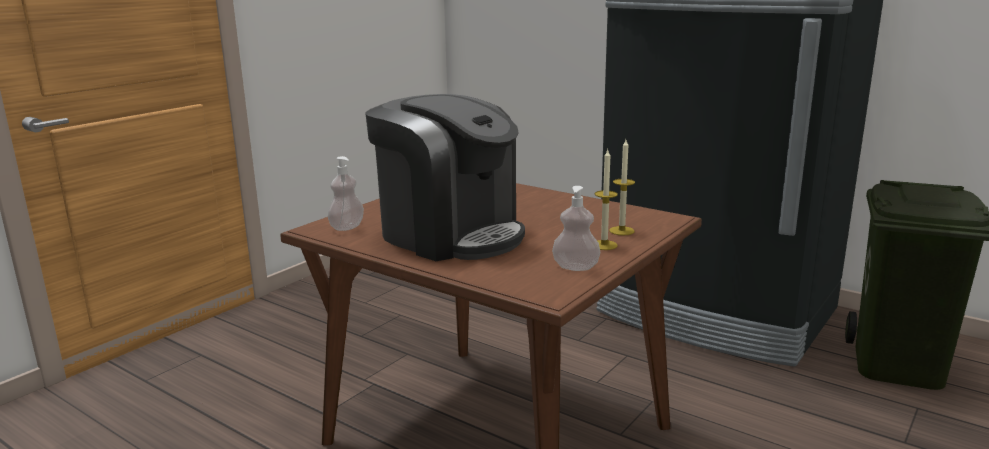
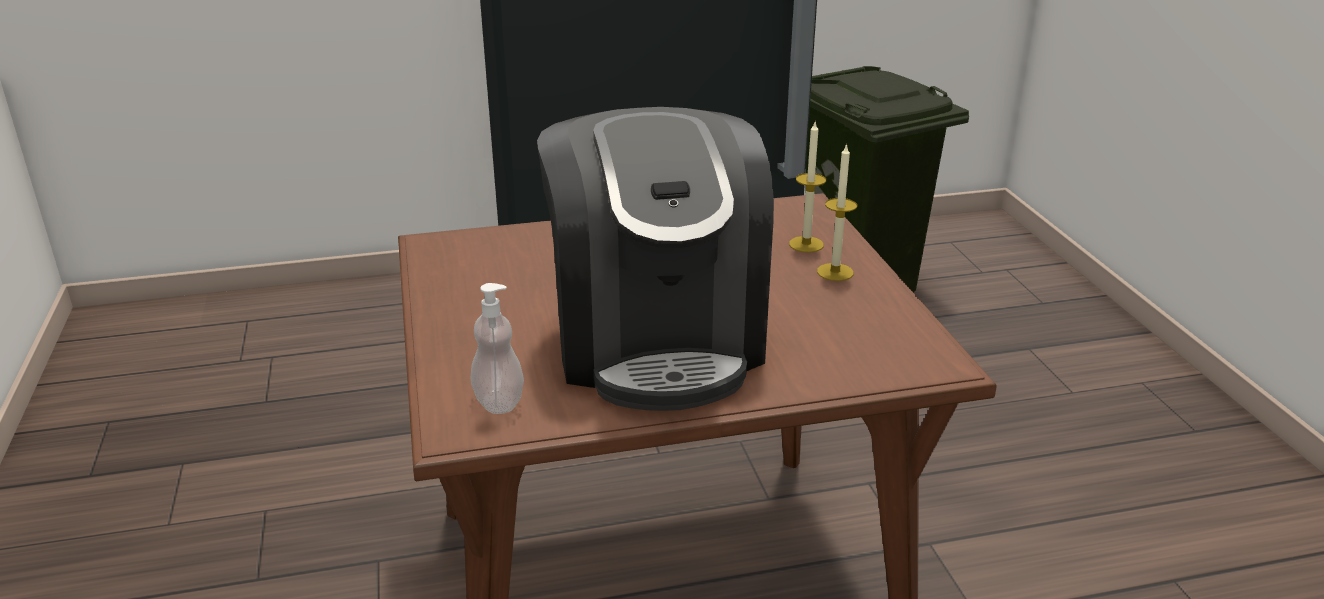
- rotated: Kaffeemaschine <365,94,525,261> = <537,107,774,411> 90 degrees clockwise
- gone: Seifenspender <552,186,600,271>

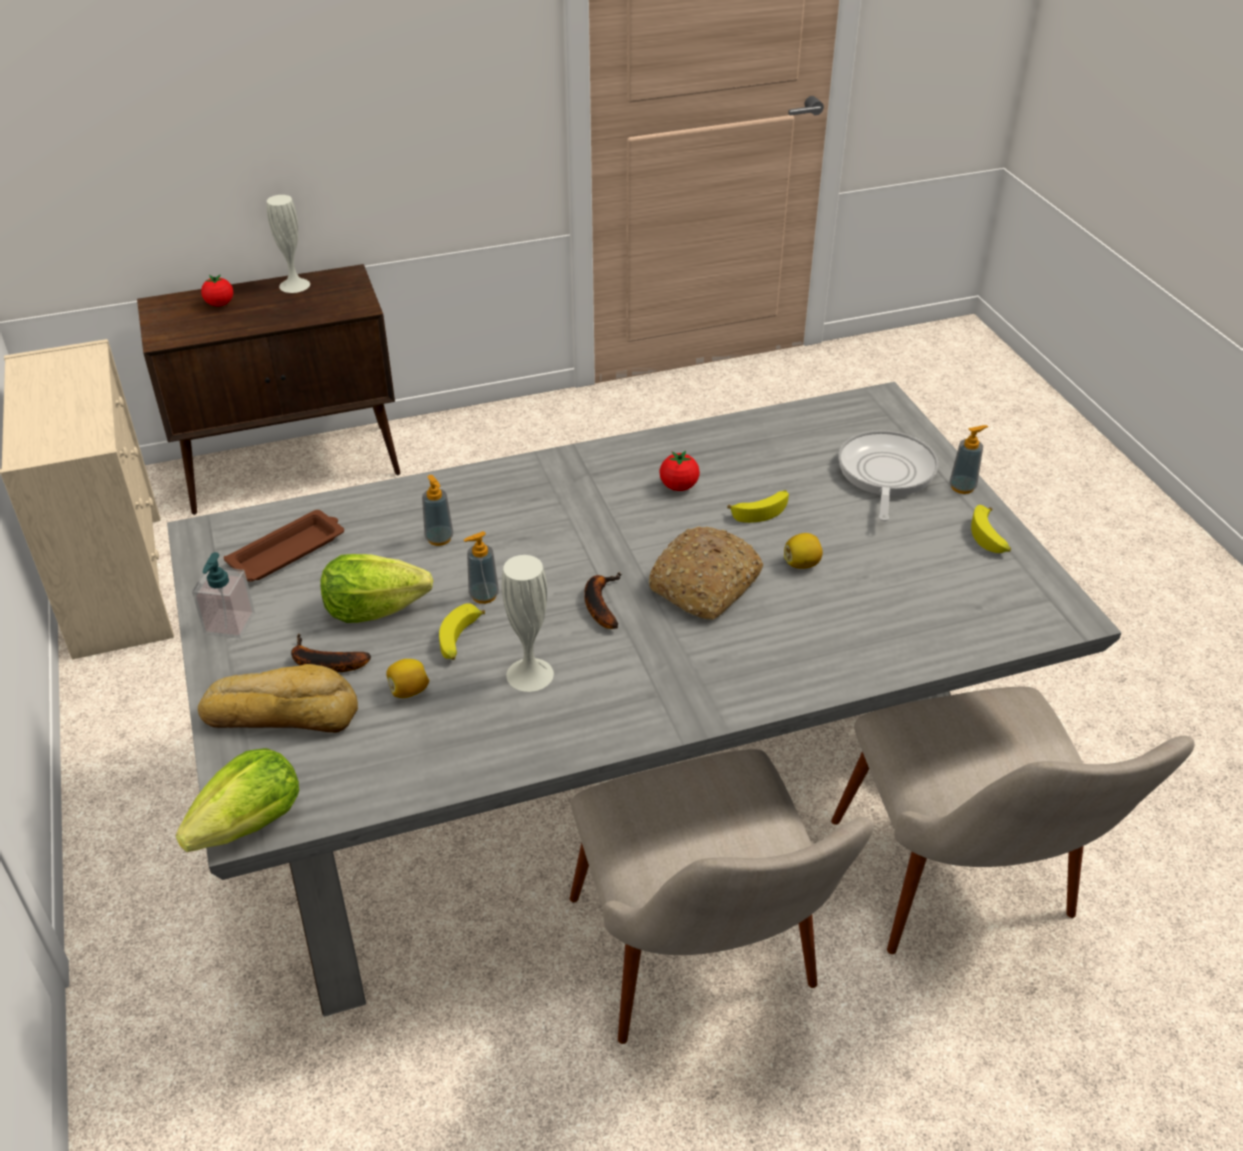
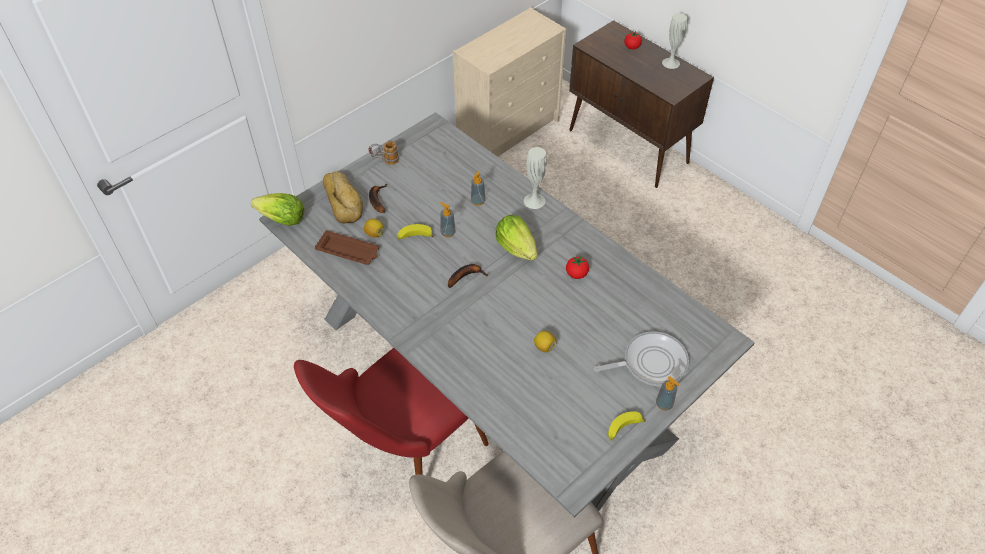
- swapped: Seifenspender <192,552,255,639> to Henkelbecher <368,141,399,165>
- shifted: Tablett [braun] <224,510,344,582> to <315,230,379,265>
- shifted: Salatkopf <321,554,433,623> to <496,215,538,261>
- shifted: Vase [weiß] <502,555,554,692> to <524,147,547,209>
- repainted: Stuhl [beige] <570,749,874,1044> to Stuhl [rot] <294,348,489,475>
- gone: Brot <649,526,763,620>
- gone: Banane <727,490,789,523>

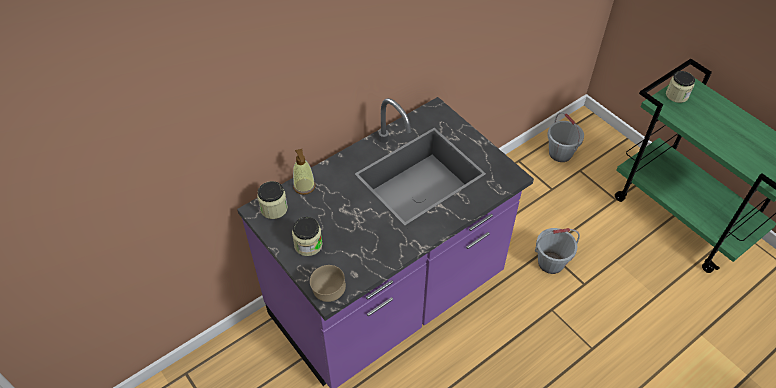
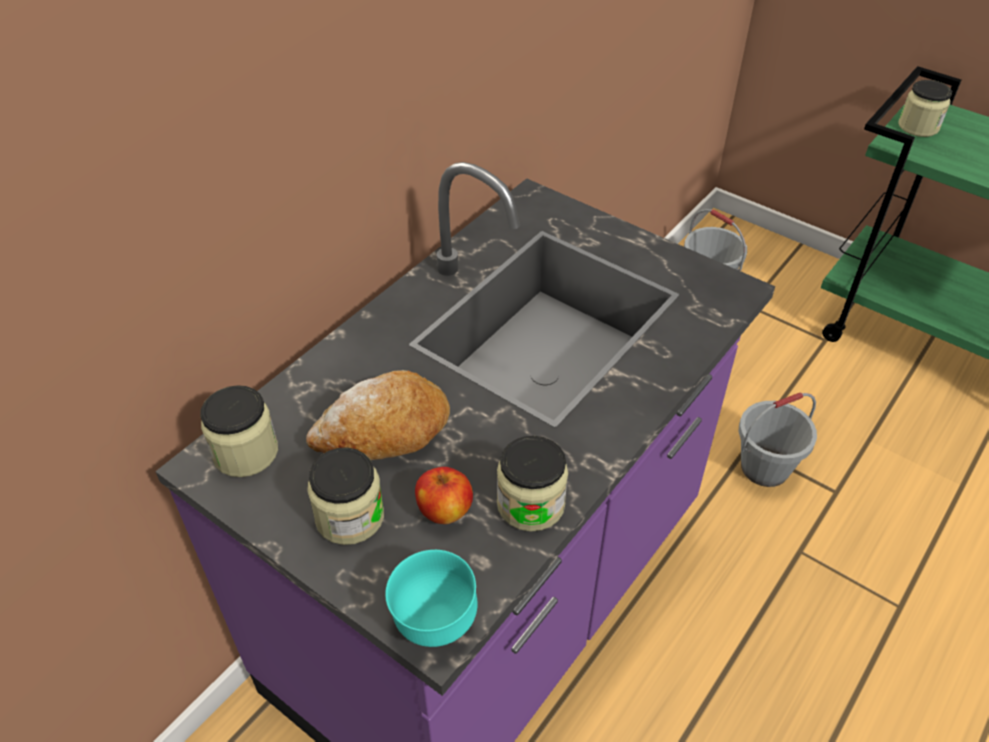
- gone: Seifenspender <293,149,315,195>
- repainted: Schüssel [braun] <310,265,346,302> to Schüssel [türkis] <385,550,478,647>
- new: Brot <306,370,450,460>
- new: Apfel <415,467,473,524>
- new: Vorratsglas <497,436,568,532>

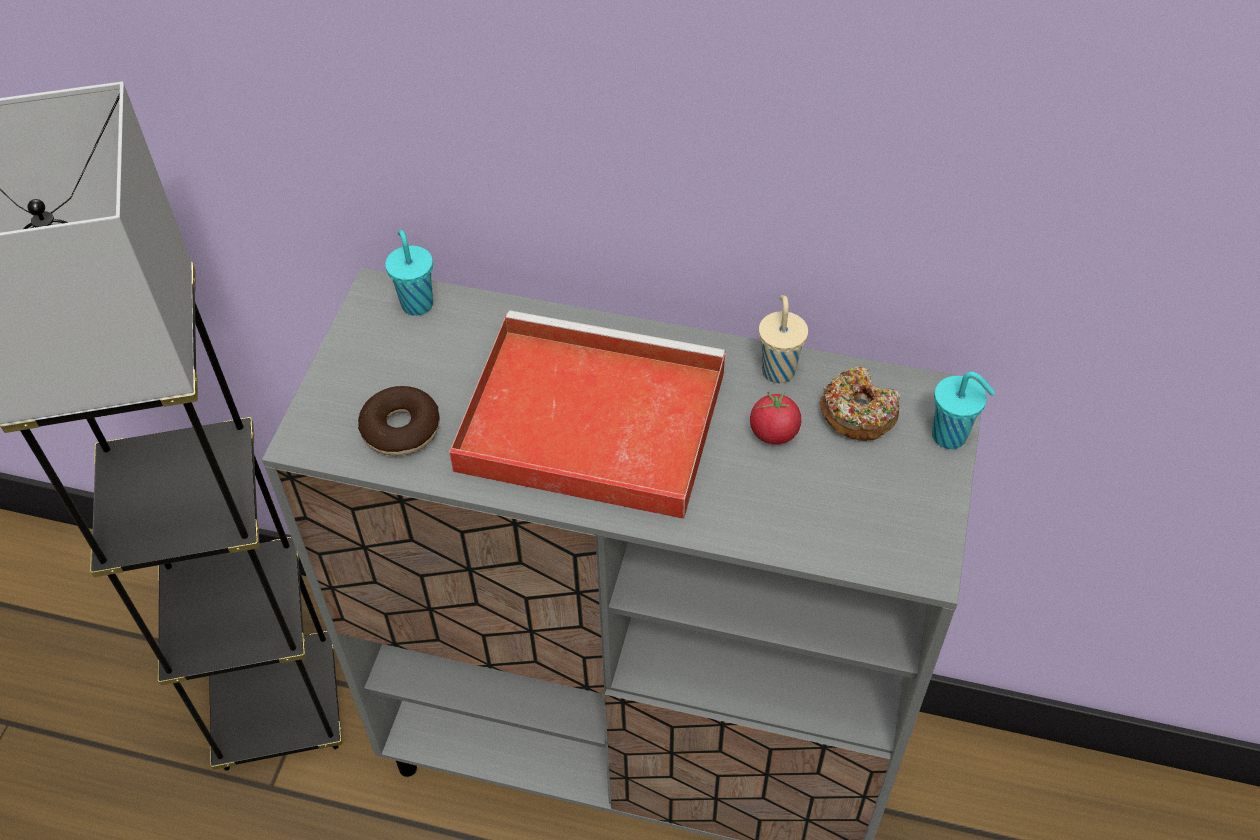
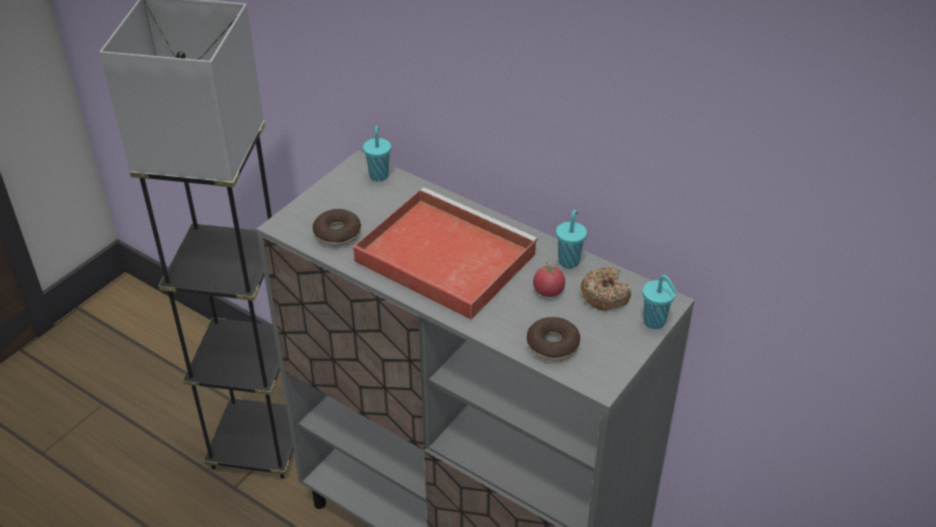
- repainted: Tasse [beige] <759,295,808,383> to Tasse [türkis] <556,210,587,268>
- new: Donut <527,317,580,361>

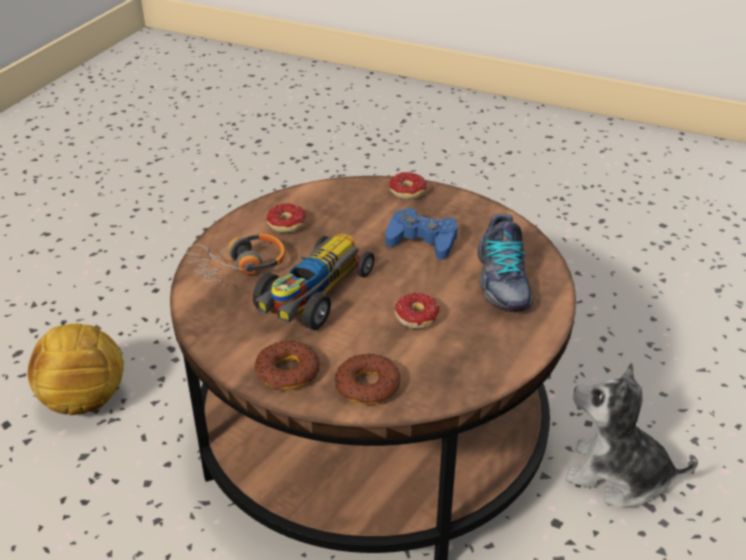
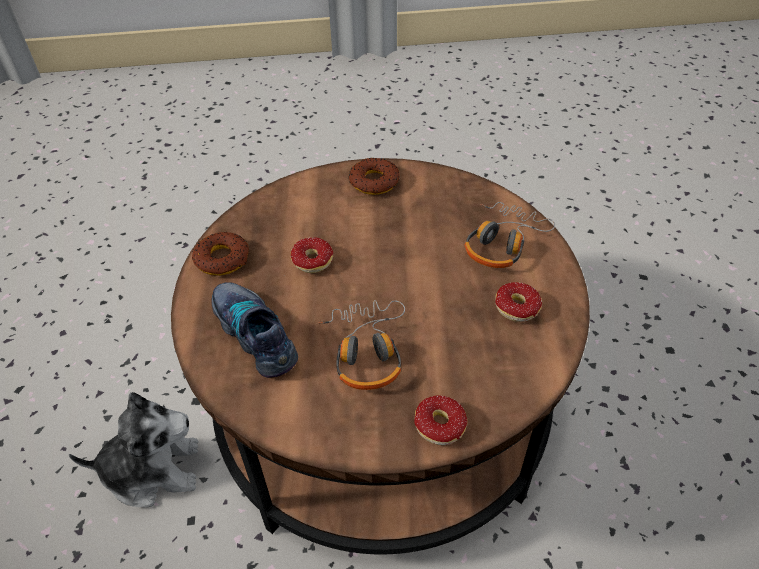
- gone: Fußball <27,324,124,415>
- gone: Spielzeugauto <253,234,375,330>
- shifted: Donut <335,354,400,405> to <192,232,249,276>
- swapped: Gamepad [blau] <385,208,457,260> to Kopfhörer <318,300,405,390>

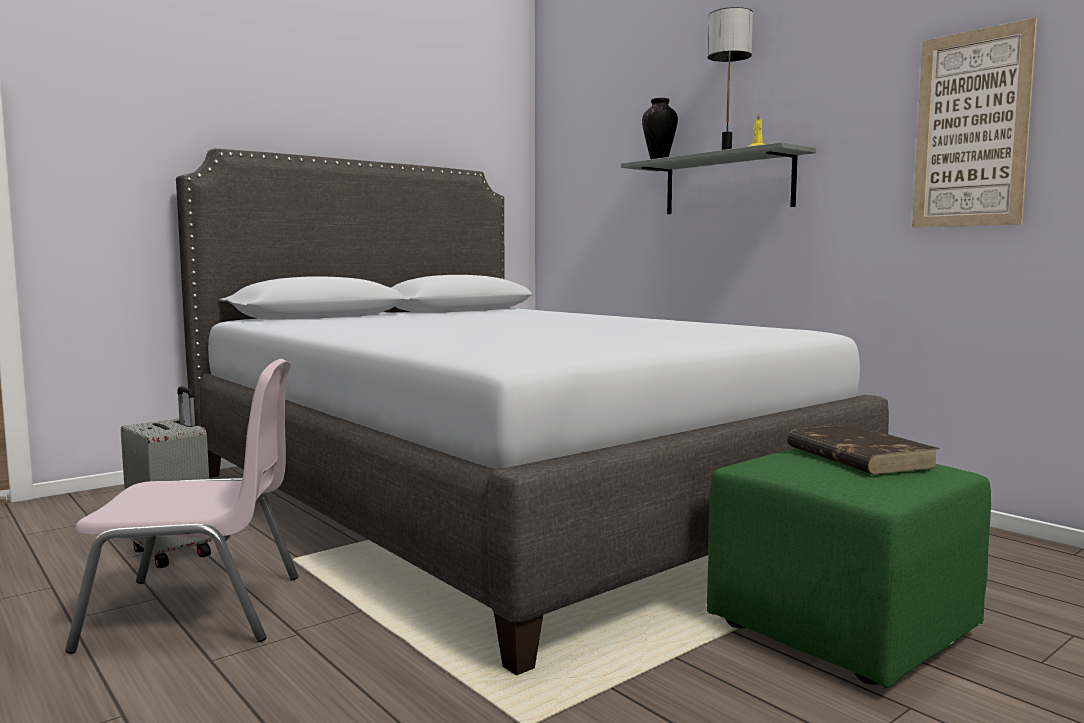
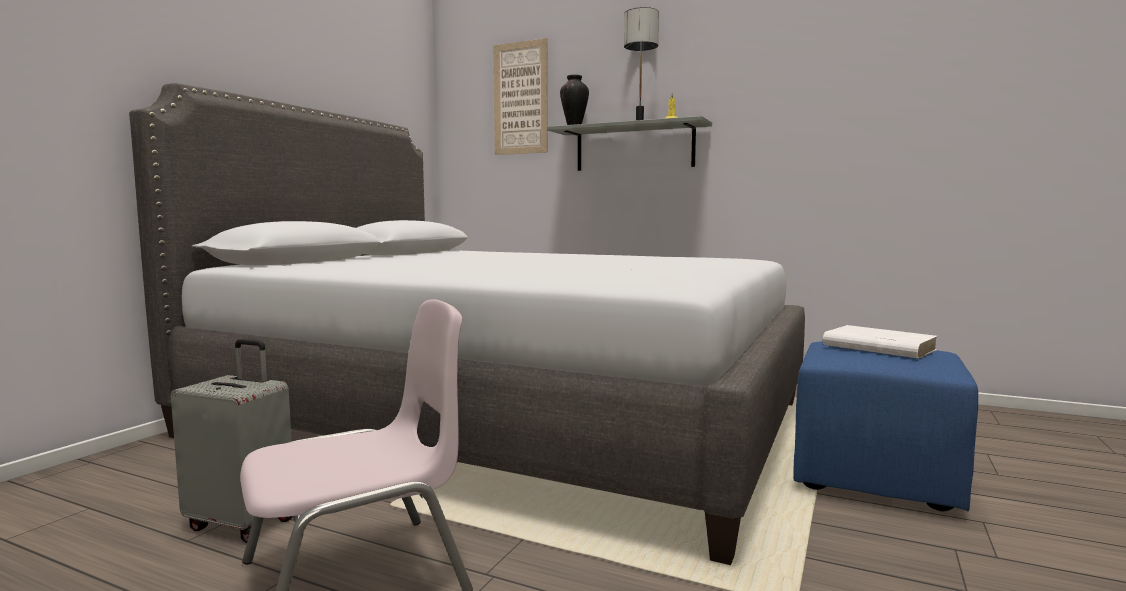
- repainted: Polsterhocker [grün] <707,448,991,688> to Polsterhocker [blau] <793,342,978,511>
- repainted: Buch [braun] <787,425,940,475> to Buch [weiß] <823,325,938,359>
- shifted: Bild <912,18,1037,228> to <493,38,548,155>

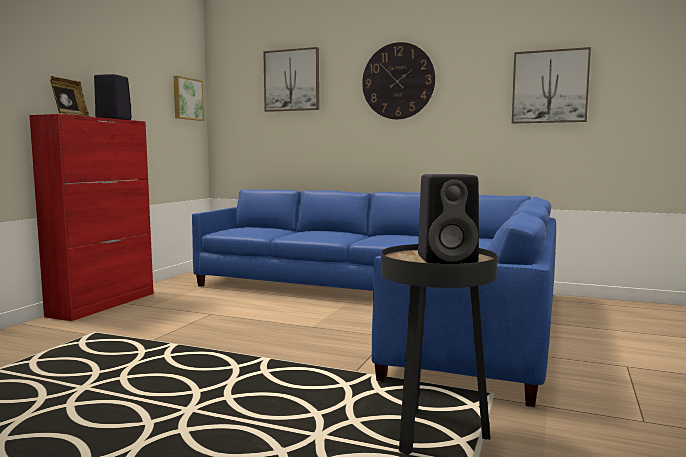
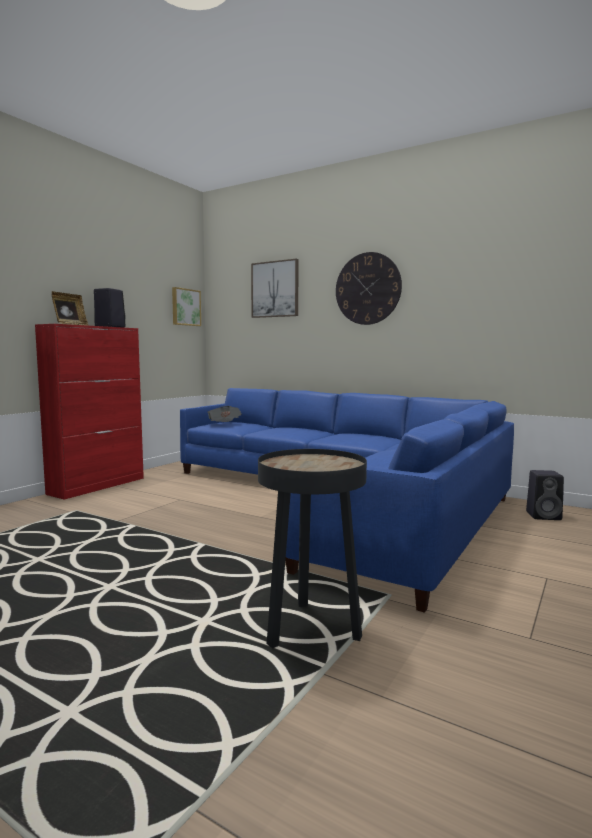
- shifted: Lautsprecher [schwarz] <418,174,479,264> to <526,470,564,520>
- gone: Bild <512,47,591,124>
- new: Zeitung <207,406,242,422>

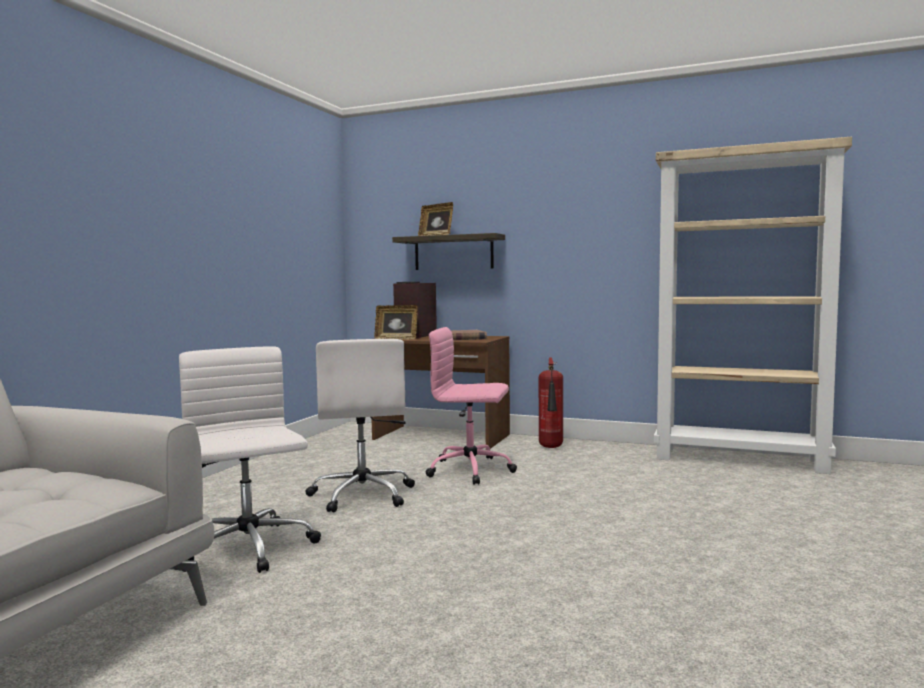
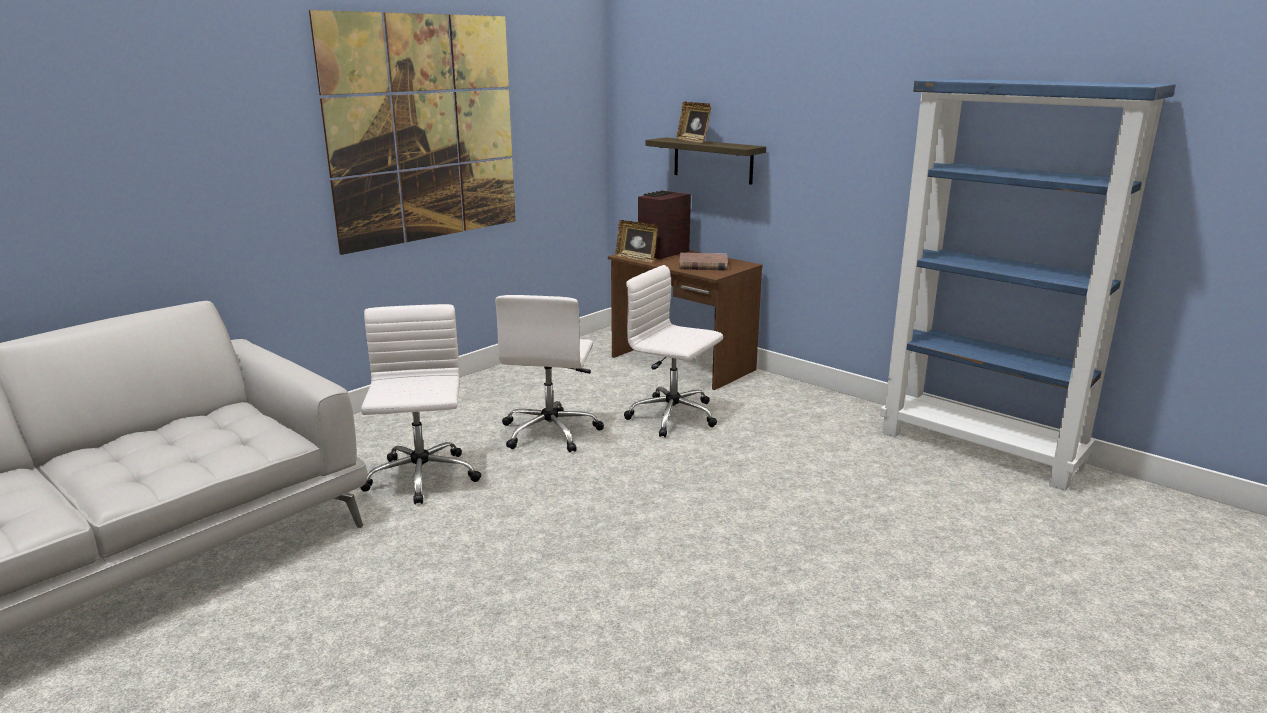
- repainted: Bürostuhl [rosa] <426,327,517,485> to Bürostuhl [weiß] <624,265,723,437>
- gone: Feuerlöscher <539,357,563,448>
- repainted: Bücherregal [beige] <654,137,852,474> to Bücherregal [blau] <880,78,1176,491>
- new: Bild <309,10,516,255>

